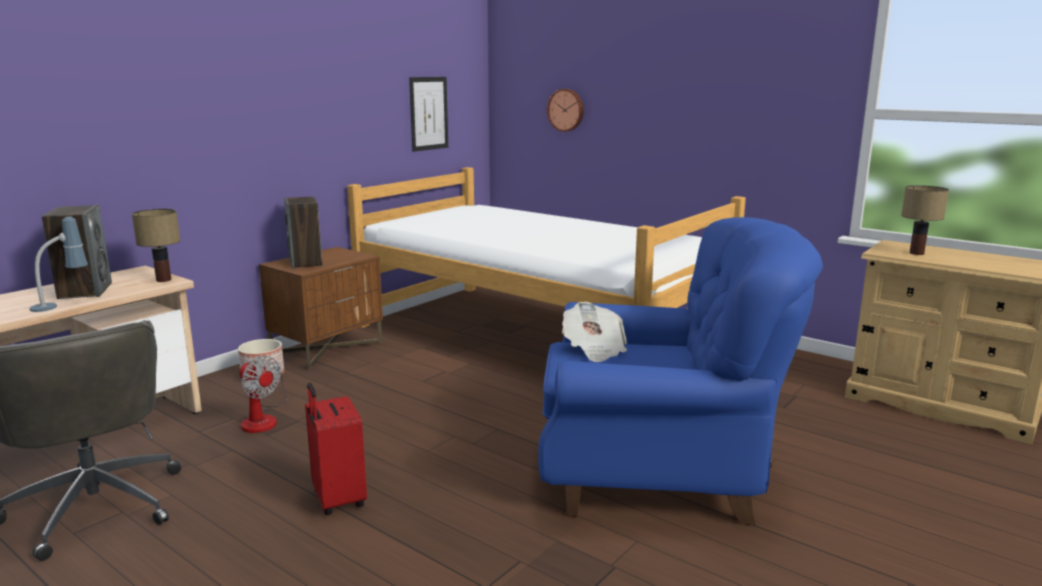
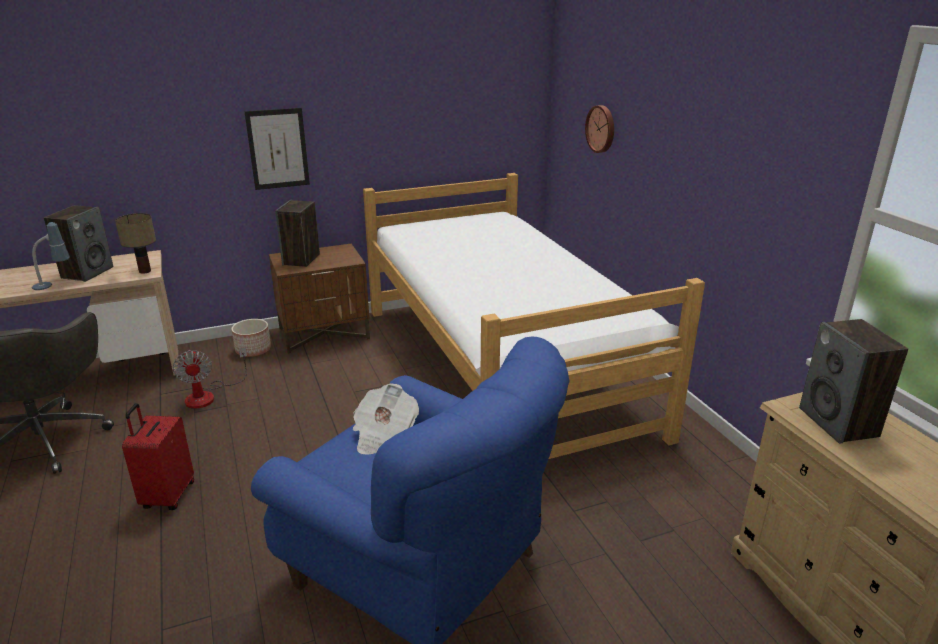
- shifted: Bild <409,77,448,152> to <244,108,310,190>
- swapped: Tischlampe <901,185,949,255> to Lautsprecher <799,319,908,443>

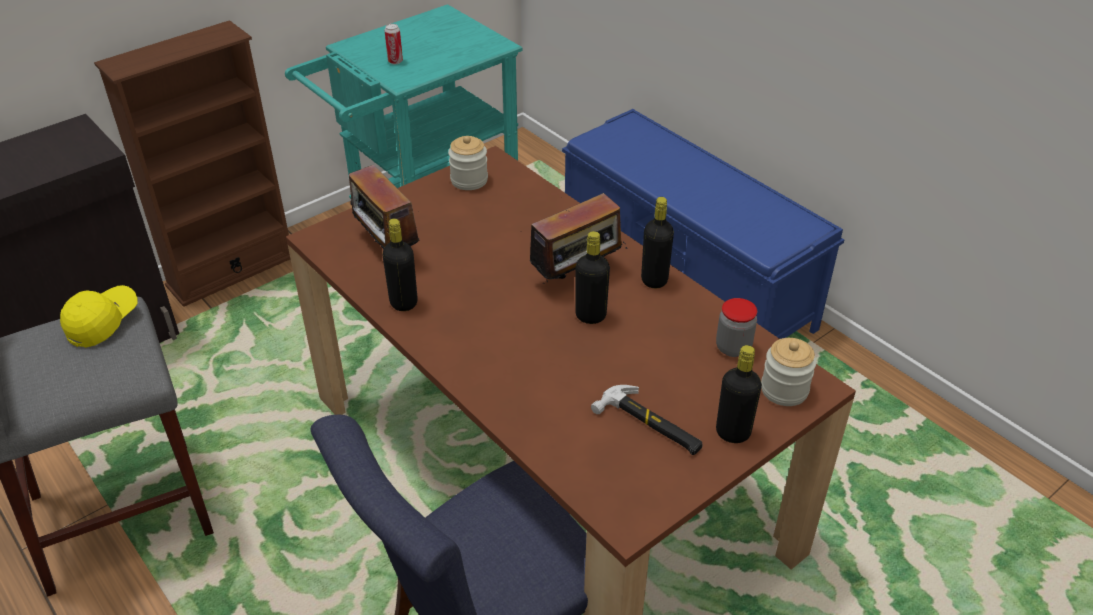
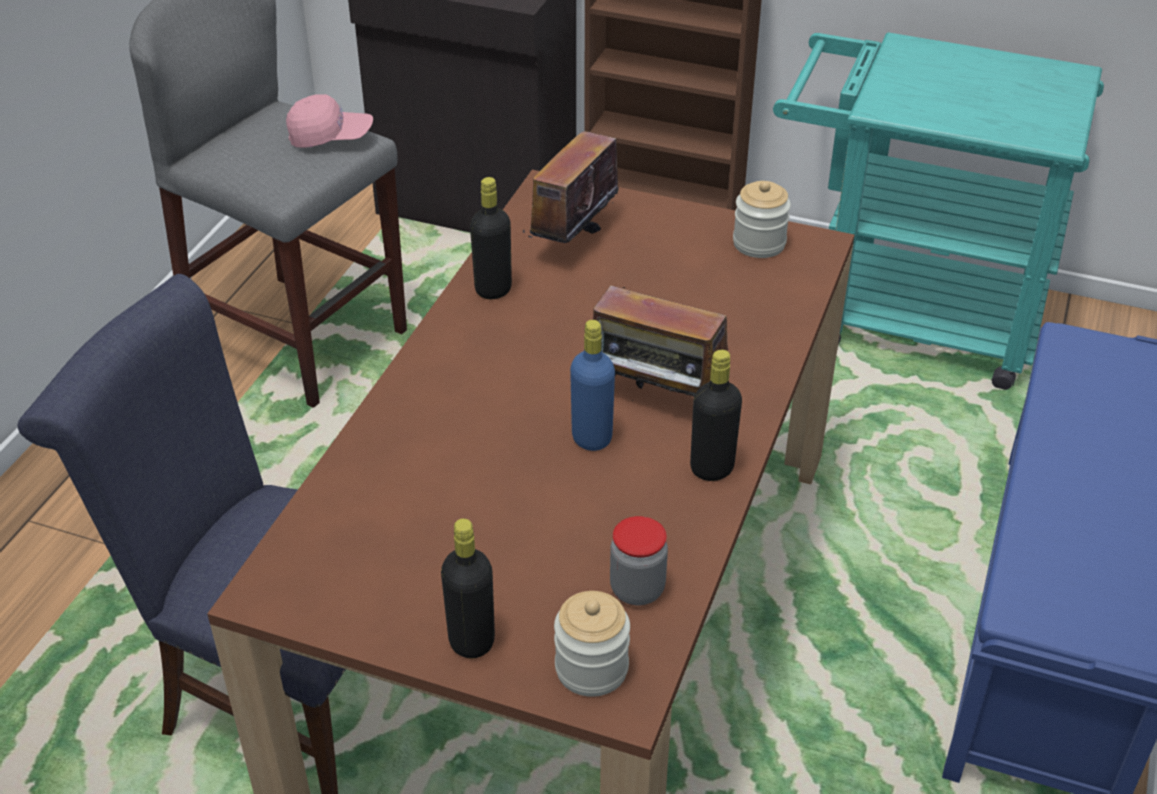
- repainted: Kappe [gelb] <60,285,137,348> to Kappe [rosa] <286,94,373,148>
- gone: Dose <385,24,403,64>
- repainted: Flasche [schwarz] <575,231,610,324> to Flasche [blau] <570,320,615,451>
- gone: Hammer <591,385,703,455>

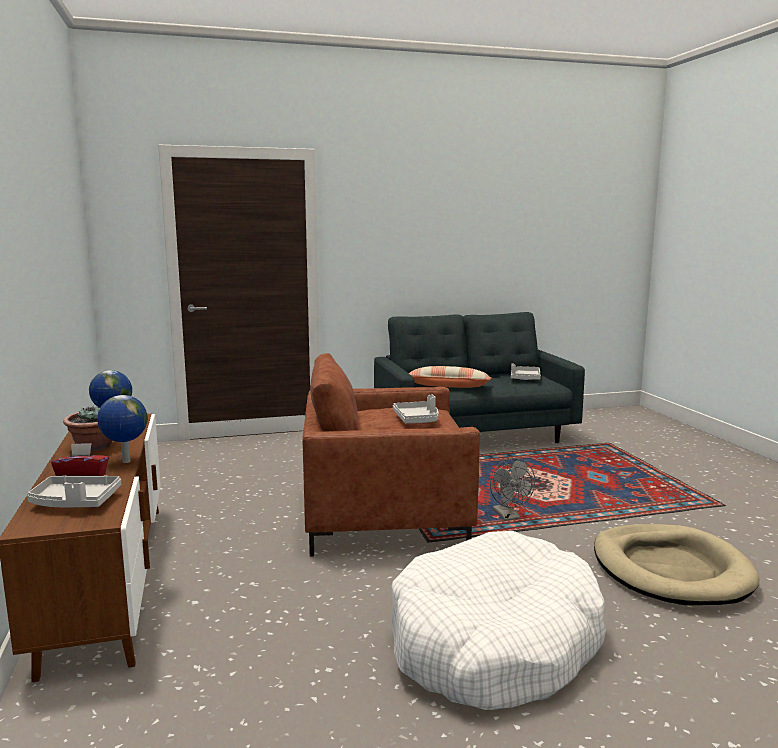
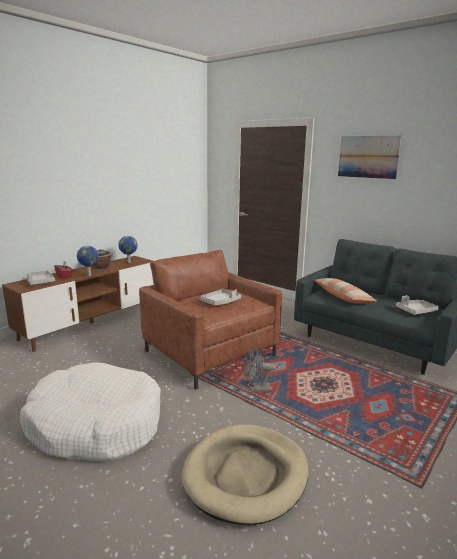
- rotated: Ventilator [grau] <490,458,535,521> = <244,347,276,392> 45 degrees clockwise
- new: Bild <338,136,402,179>

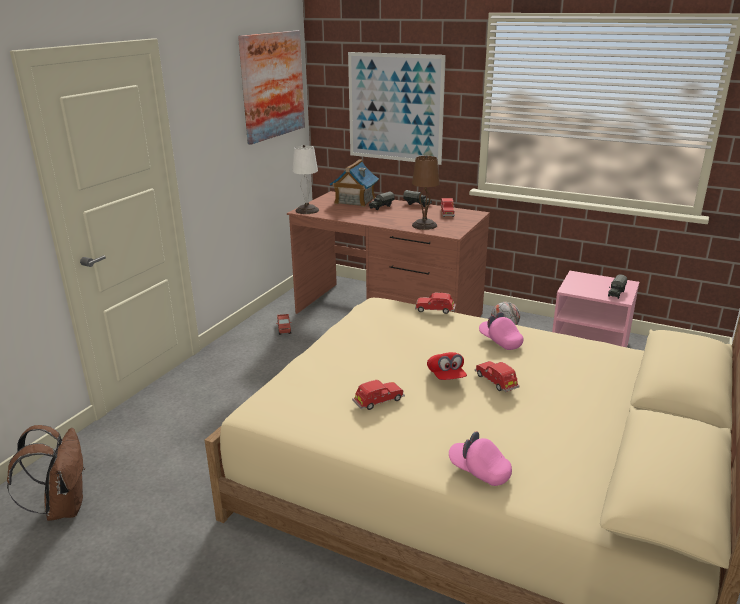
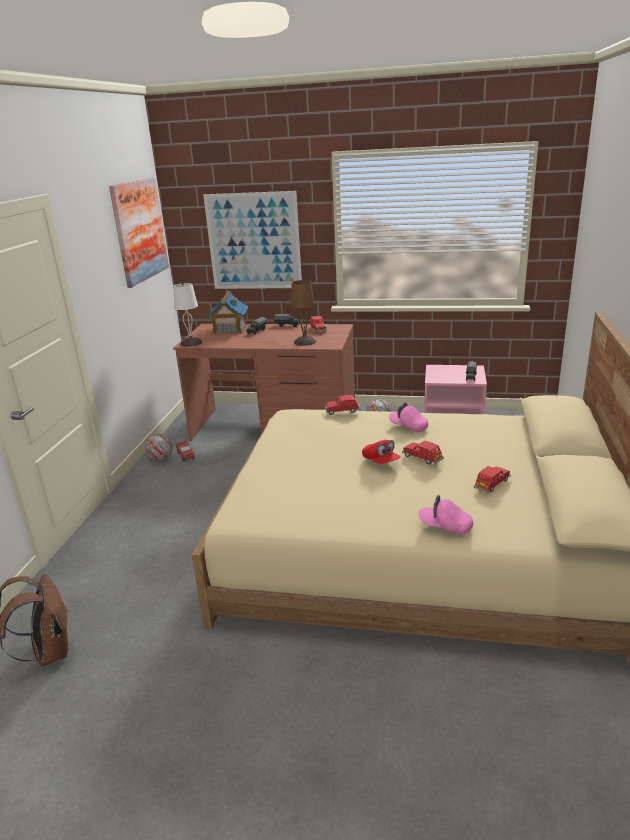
- shifted: Spielzeugauto [rot] <352,380,405,410> to <474,466,511,493>
- new: Fußball <145,434,173,460>

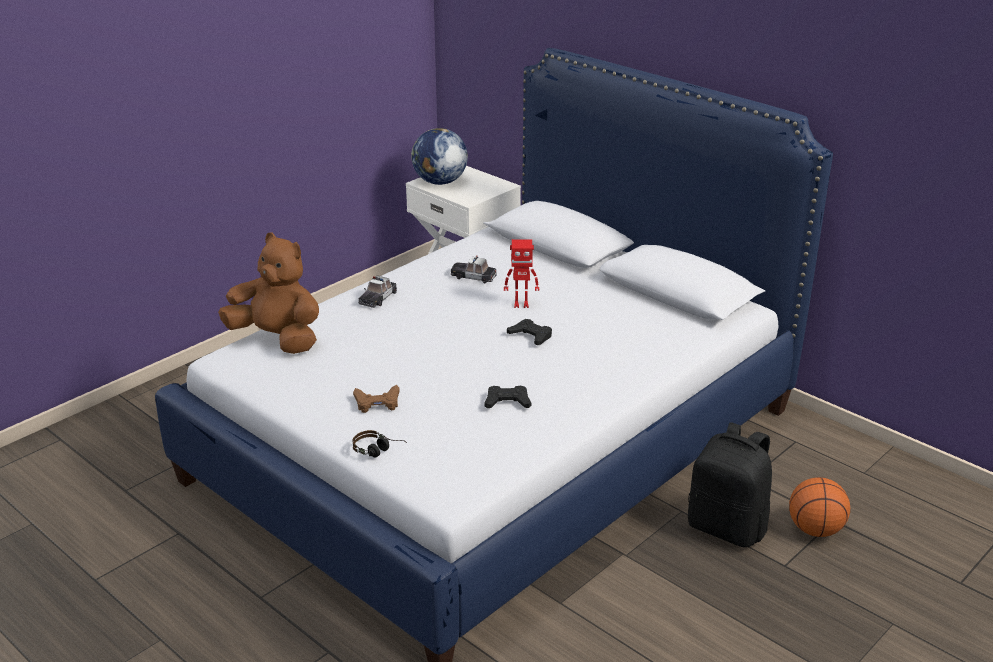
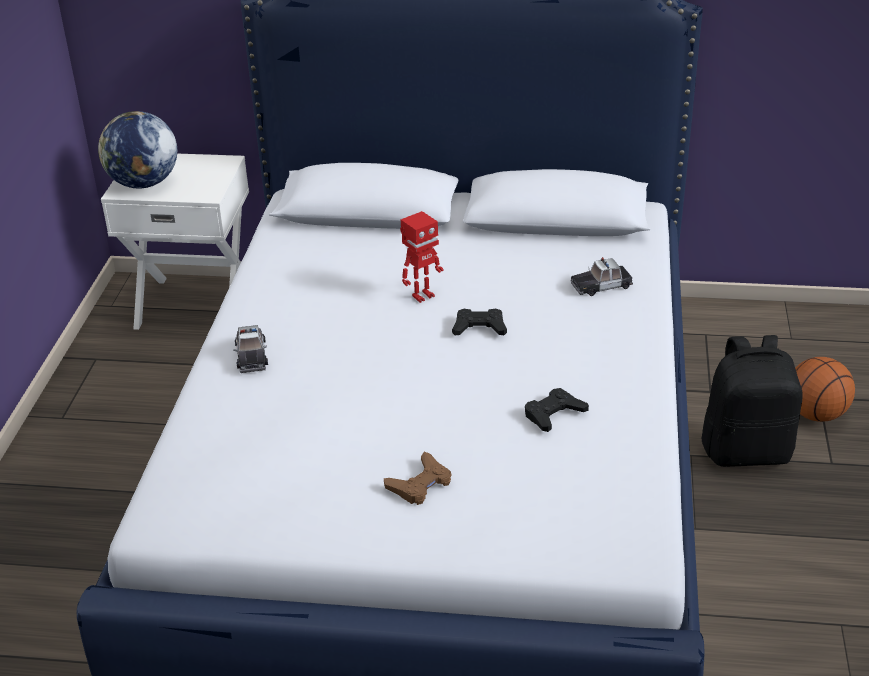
- gone: Plüschtier [braun] <218,233,319,354>
- gone: Kopfhörer <352,430,407,458>
- shifted: Spielzeugauto <451,255,497,283> to <570,257,633,296>

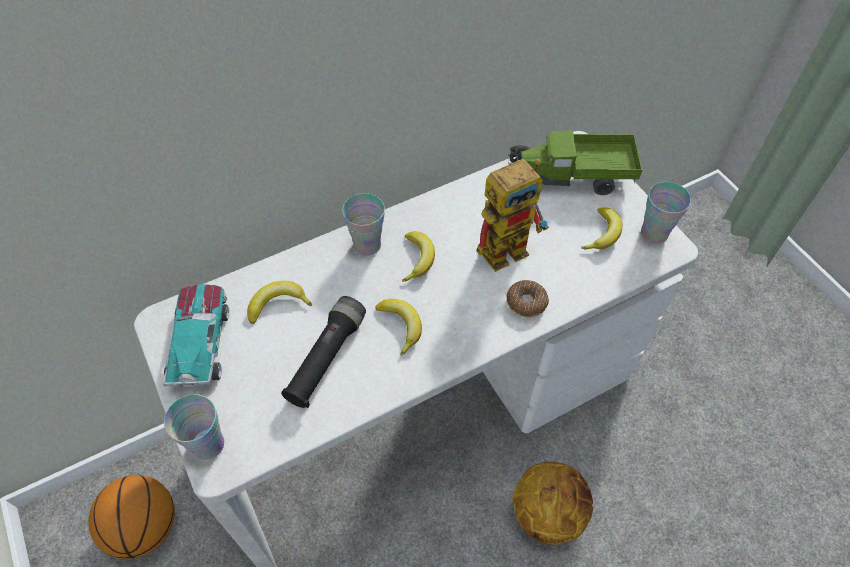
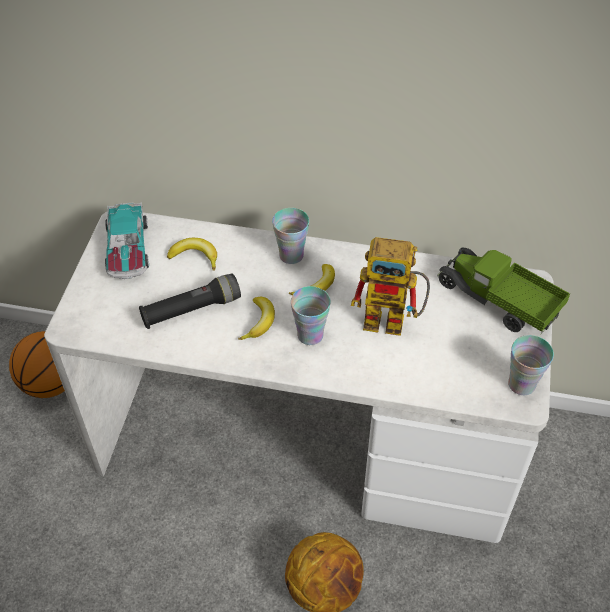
- rotated: Spielzeugauto <163,284,229,388> = <105,203,149,279> 135 degrees clockwise
- shifted: Tasse <164,394,224,460> to <291,286,331,345>
- gone: Donut <507,280,549,317>
- gone: Banane <581,208,622,249>

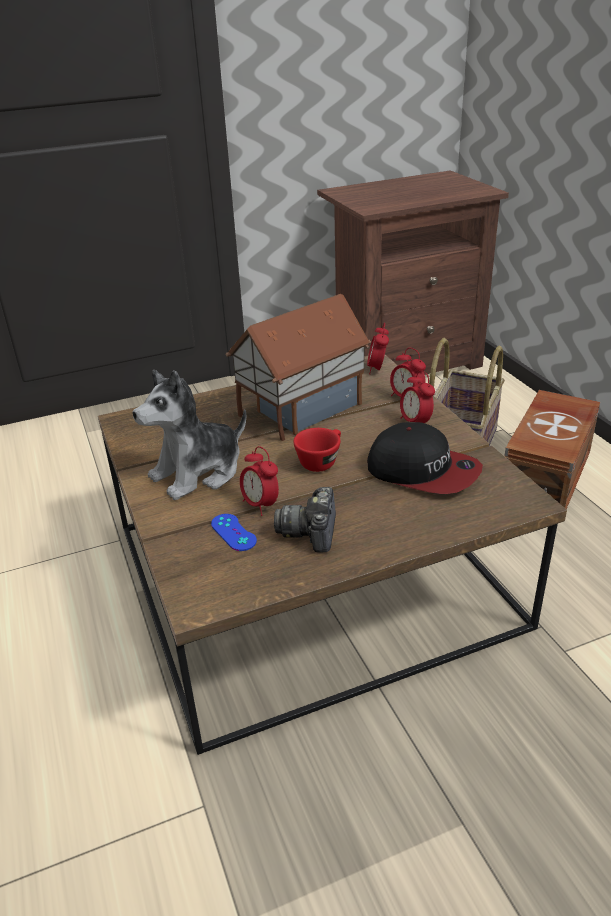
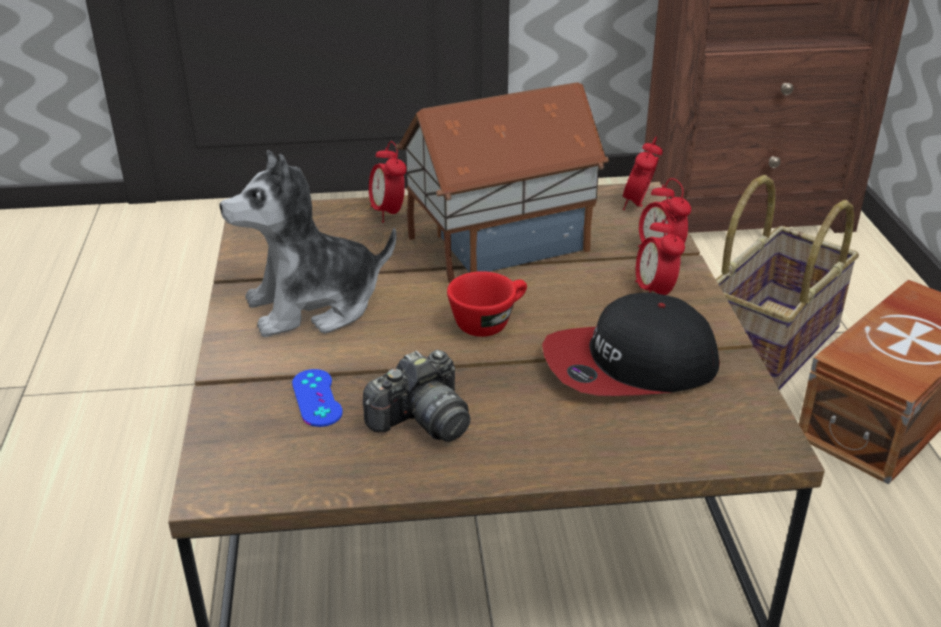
- shifted: Wecker <240,446,279,516> to <369,141,407,223>
- rotated: Kamera <274,487,336,553> = <363,350,470,442> 150 degrees counterclockwise
- rotated: Kappe <367,422,483,494> = <542,292,720,396> 120 degrees clockwise

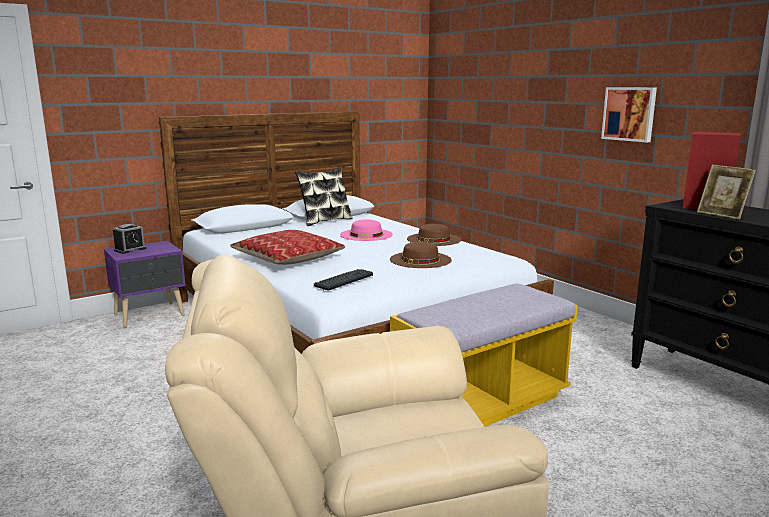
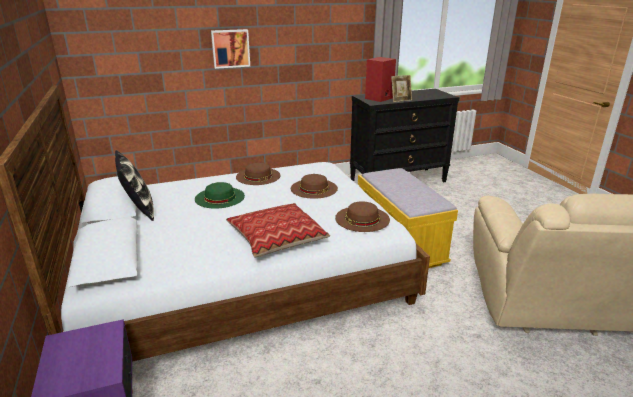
- gone: Wecker <113,224,146,254>
- swapped: Tastatur <314,269,373,291> to Hut [braun] <335,201,390,232>
- repainted: Hut [rosa] <340,219,393,241> to Hut [grün] <195,182,245,209>
- shifted: Bild <601,87,657,142> to <211,29,250,69>

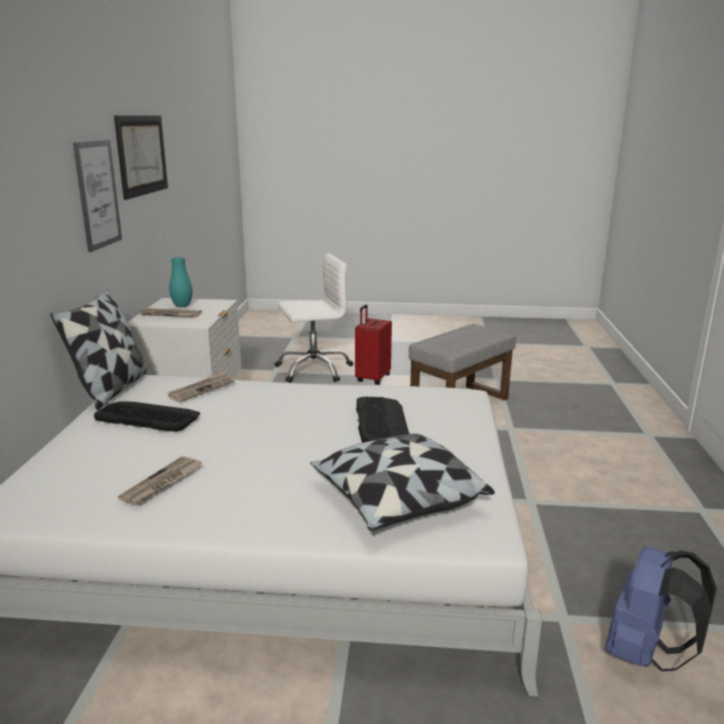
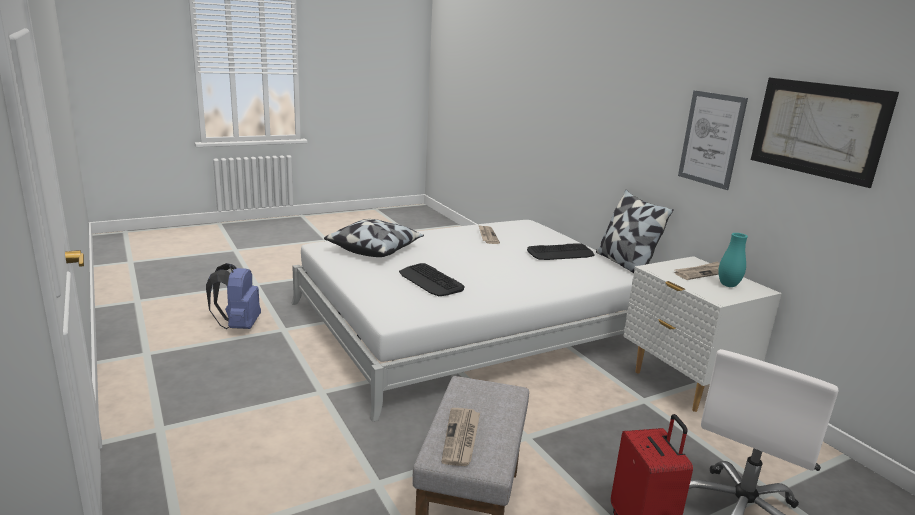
- shifted: Zeitung <167,371,234,402> to <441,408,480,466>

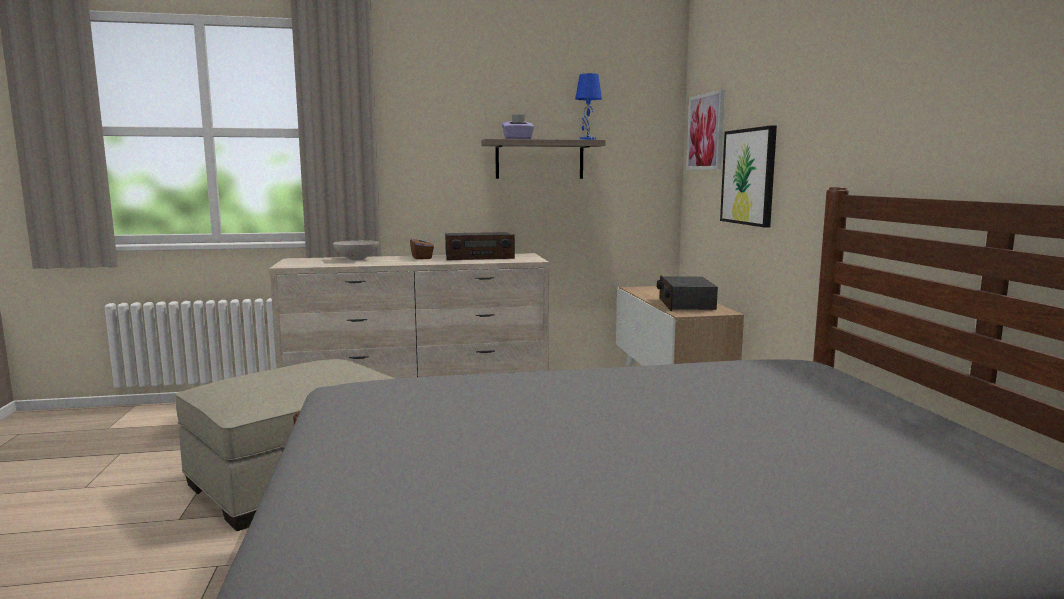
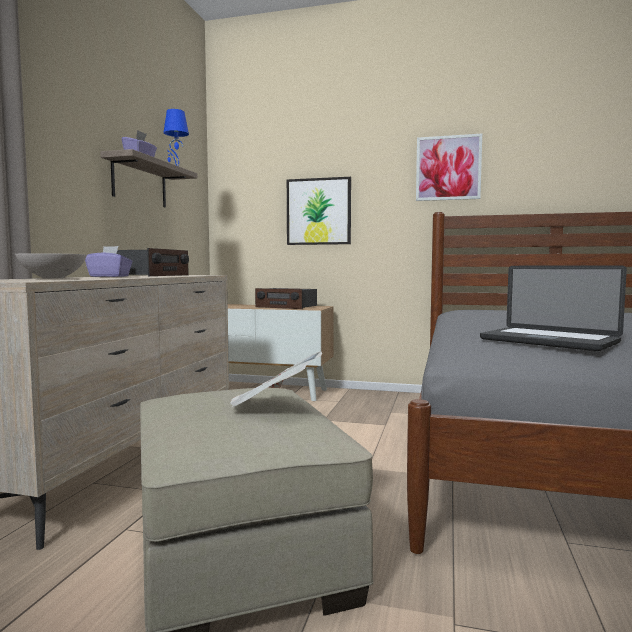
- repainted: Taschentuchbox [braun] <410,232,434,259> to Taschentuchbox [lila] <85,246,132,277>
- shifted: Bild <686,89,725,170> to <416,134,482,201>
- new: Zeitung <230,352,322,408>
- new: Laptop <480,265,627,351>

